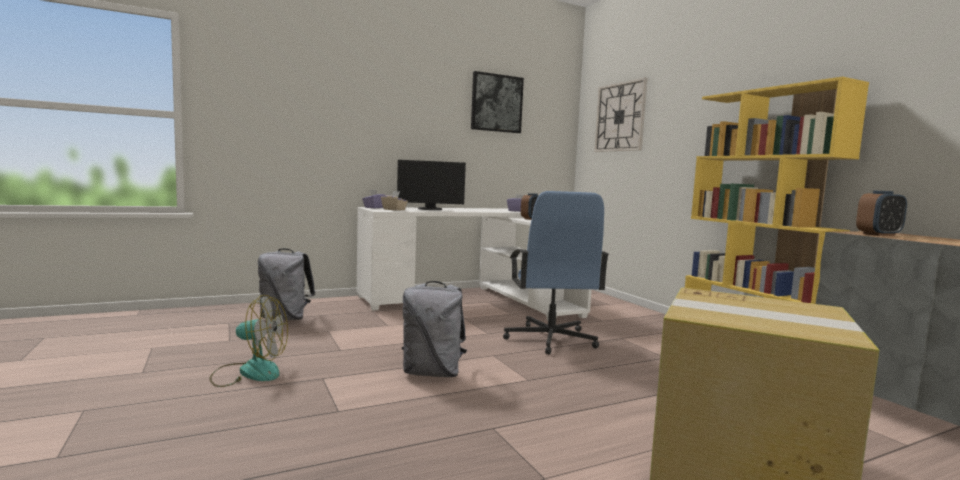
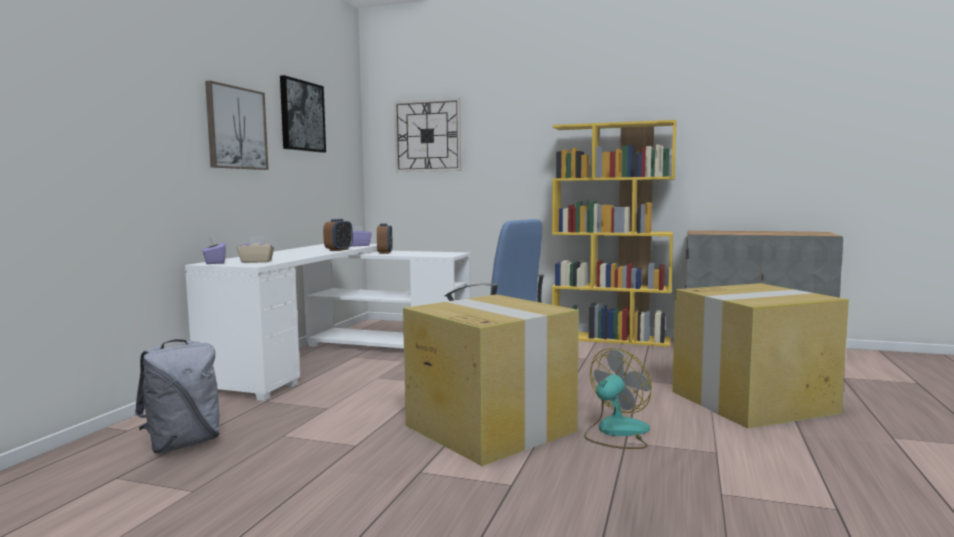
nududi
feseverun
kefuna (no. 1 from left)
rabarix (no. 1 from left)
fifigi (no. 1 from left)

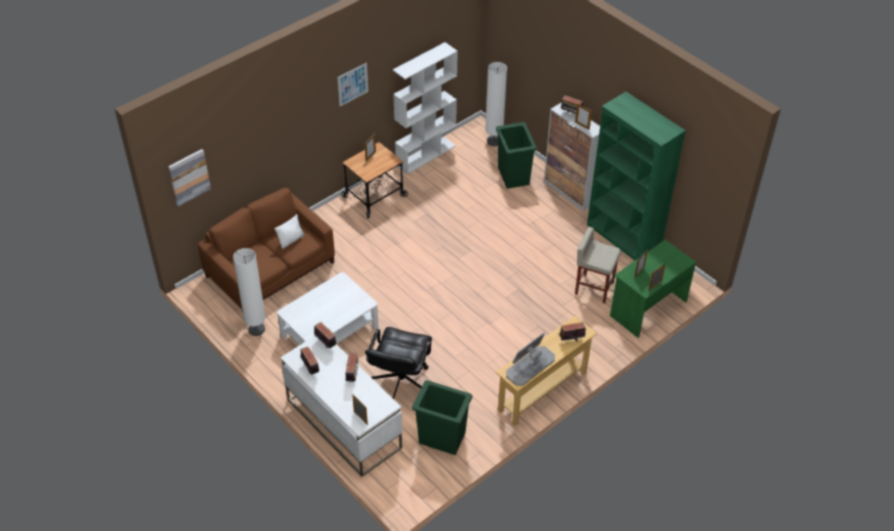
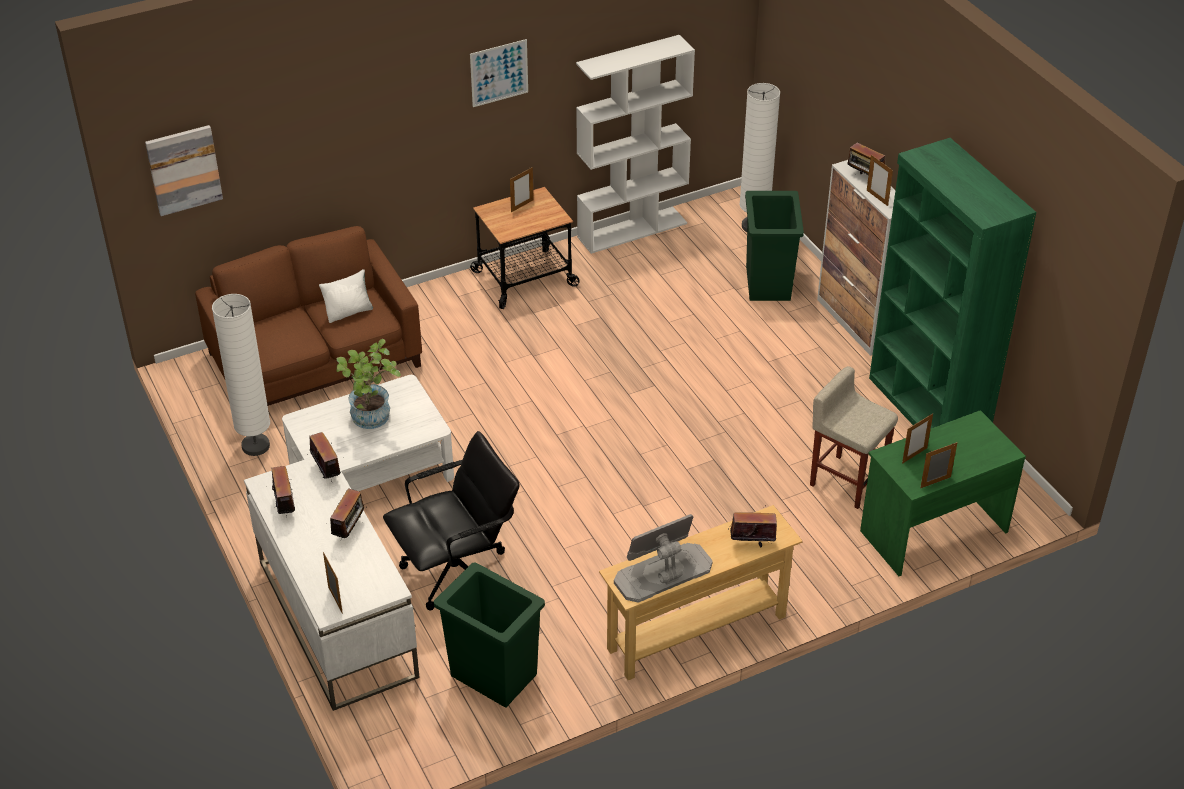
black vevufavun
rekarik

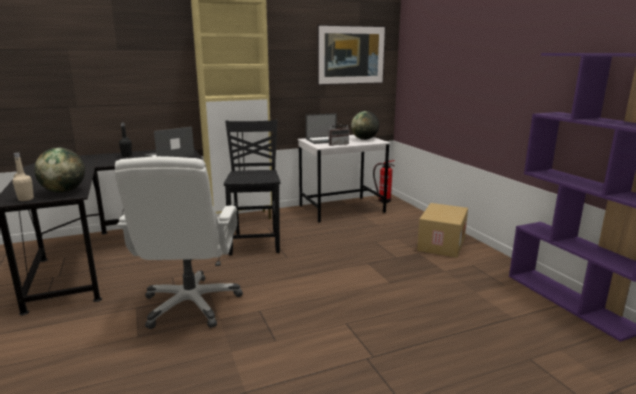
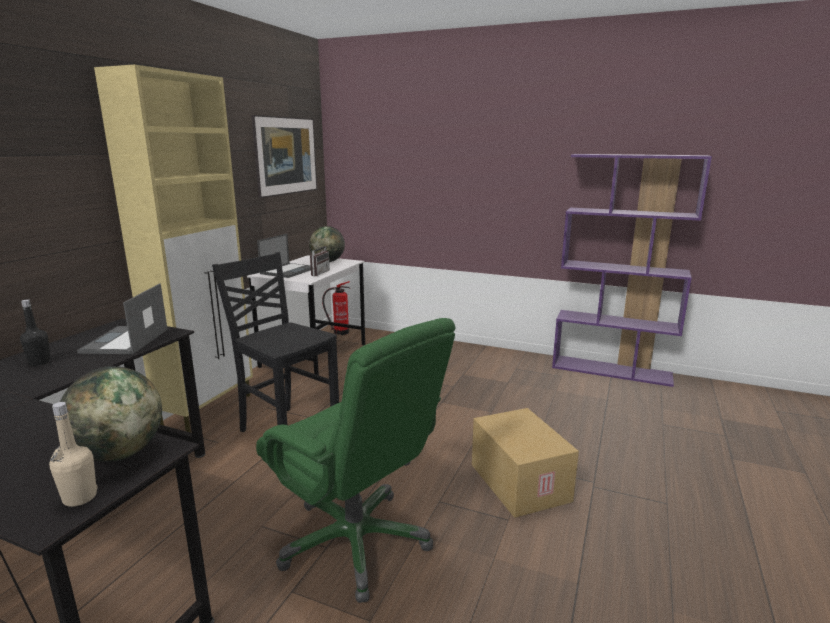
green vevufavun
kefuna

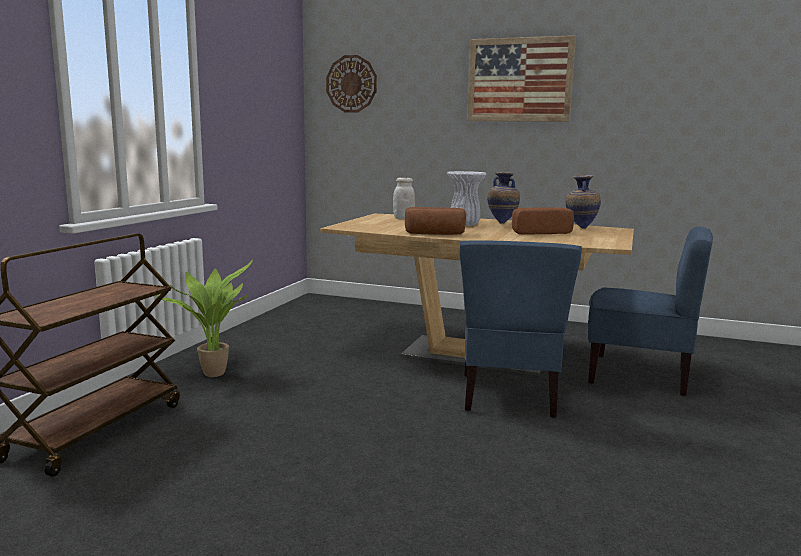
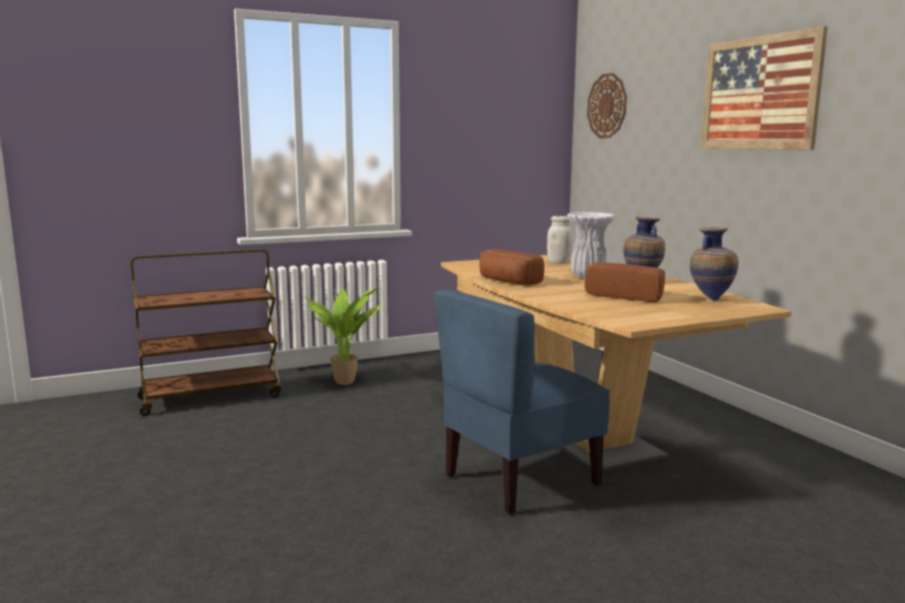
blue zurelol (no. 2 from left in the first image)

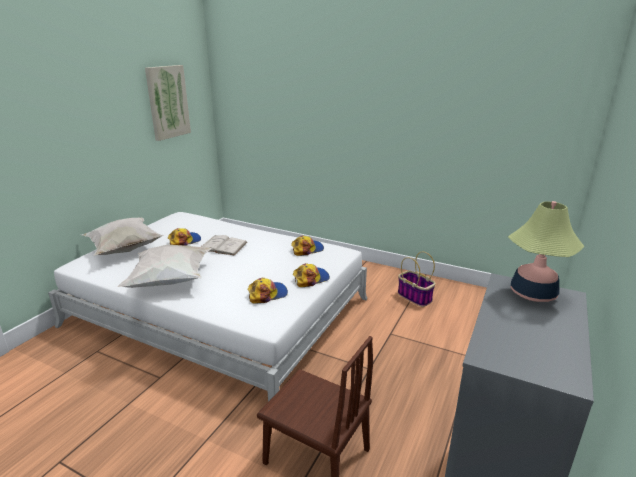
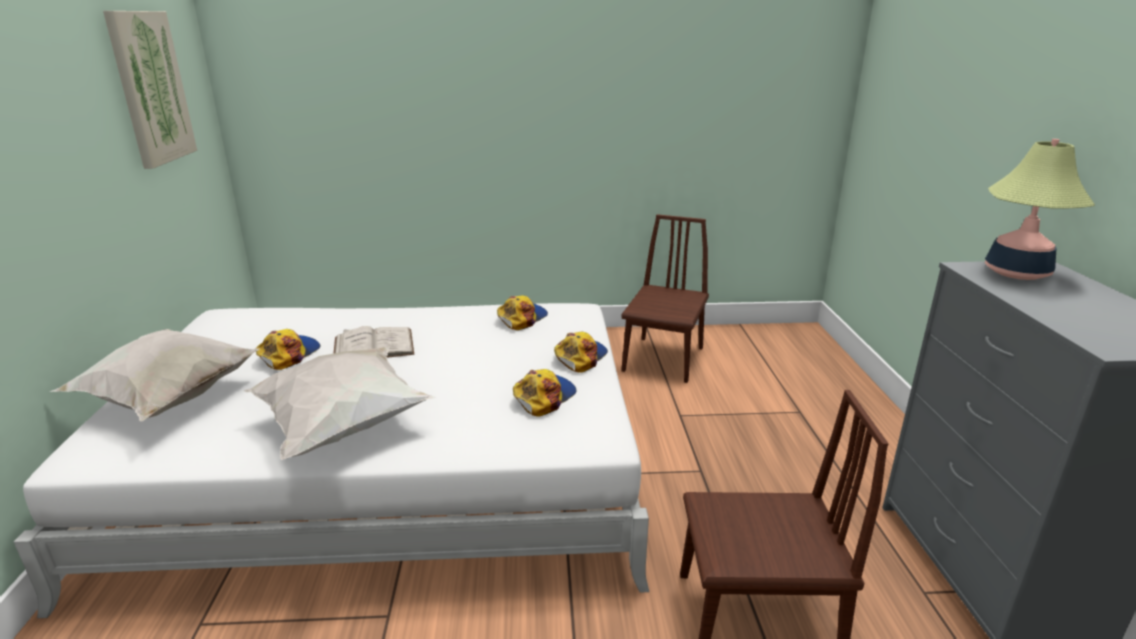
brown zurelol (no. 1 from left)

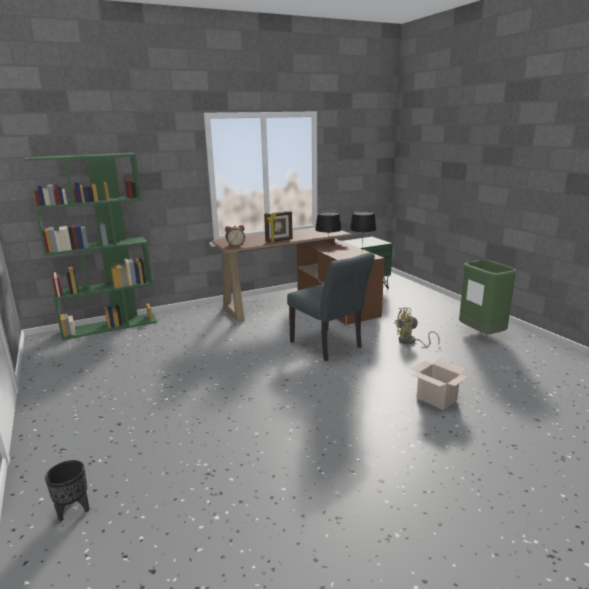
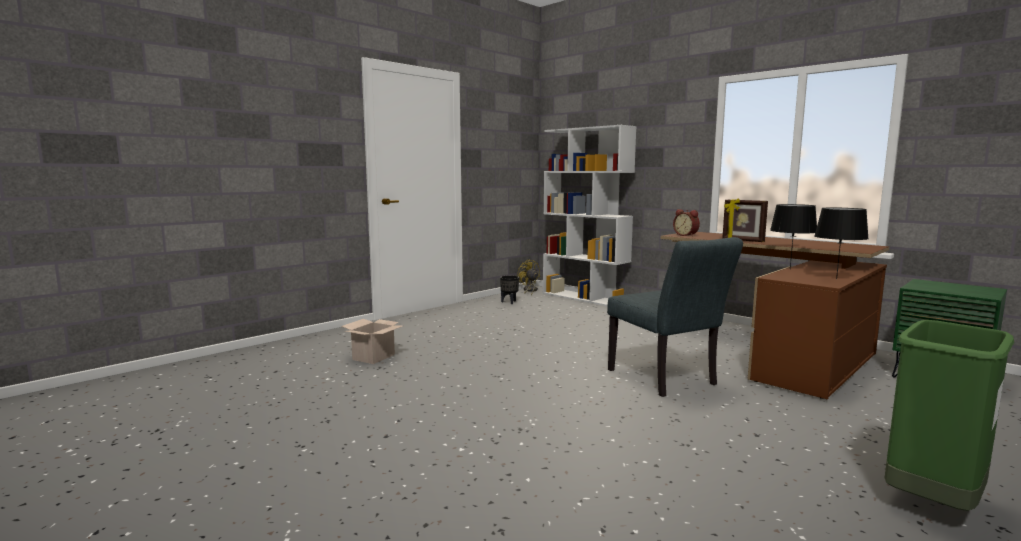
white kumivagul
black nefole
grey zurelol
yellow nududi
kefuna

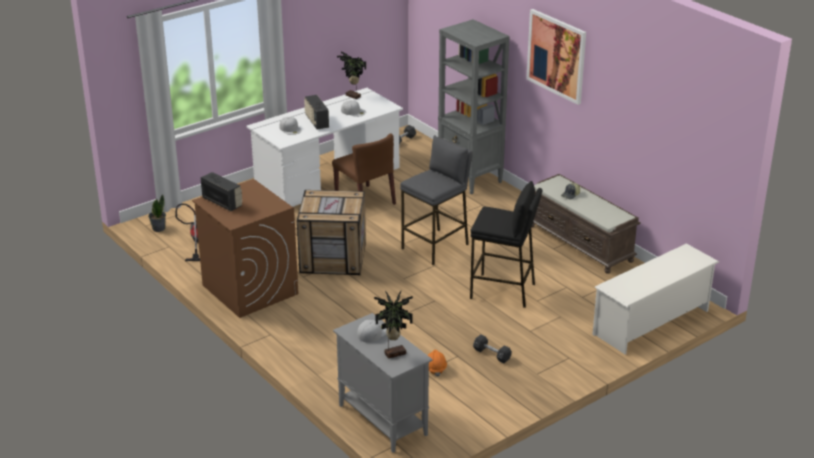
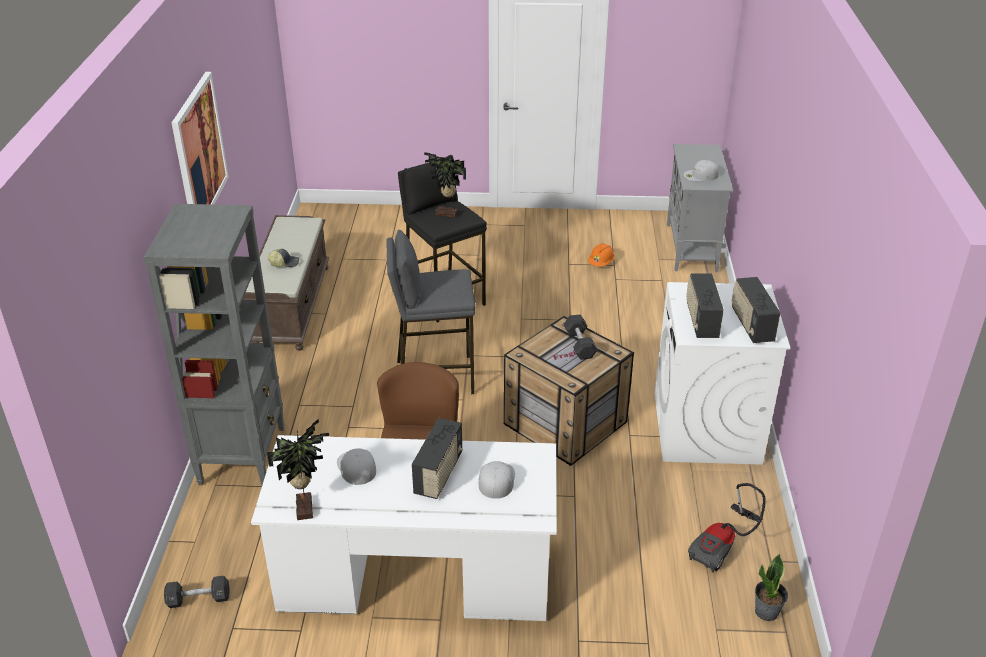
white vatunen
rekarik (no. 2 from left)
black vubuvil (no. 2 from left)
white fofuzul
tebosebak (no. 2 from left)

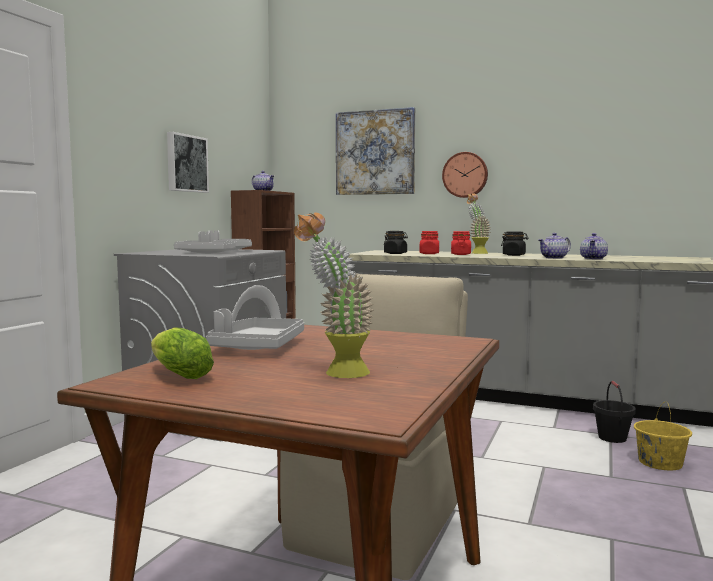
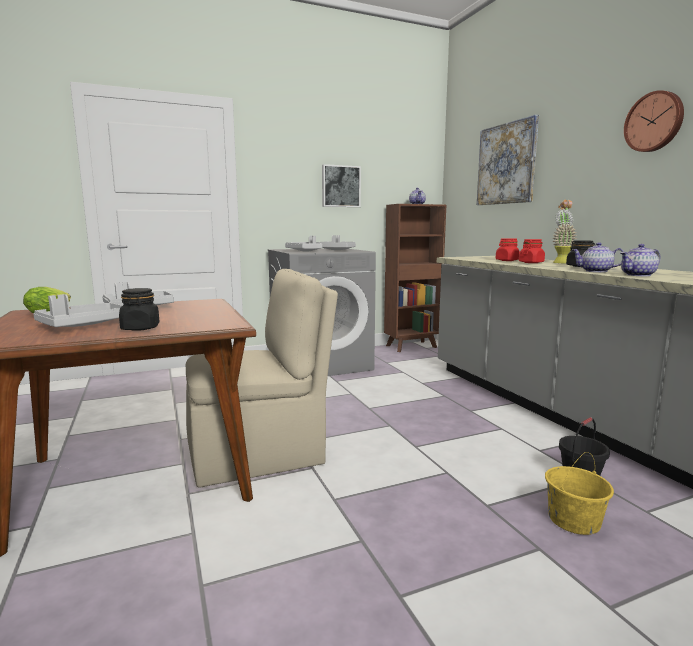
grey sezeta (no. 1 from left)
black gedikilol (no. 1 from left)
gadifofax

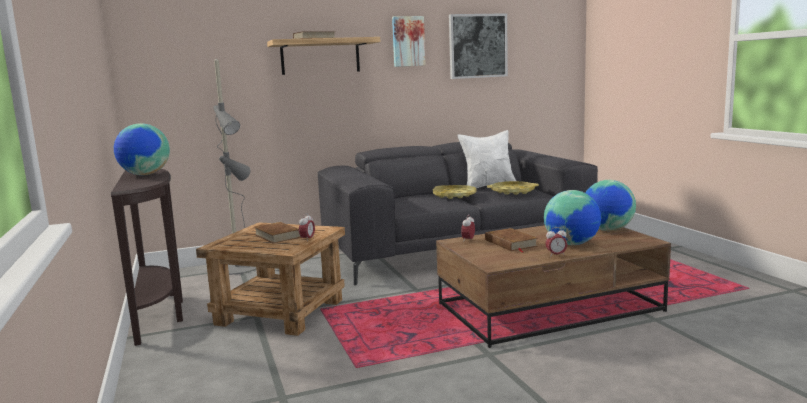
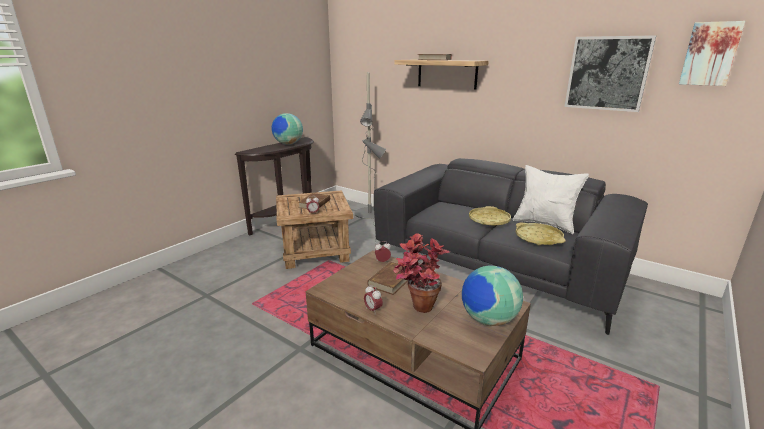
fifigi (no. 2 from left)
rekarik

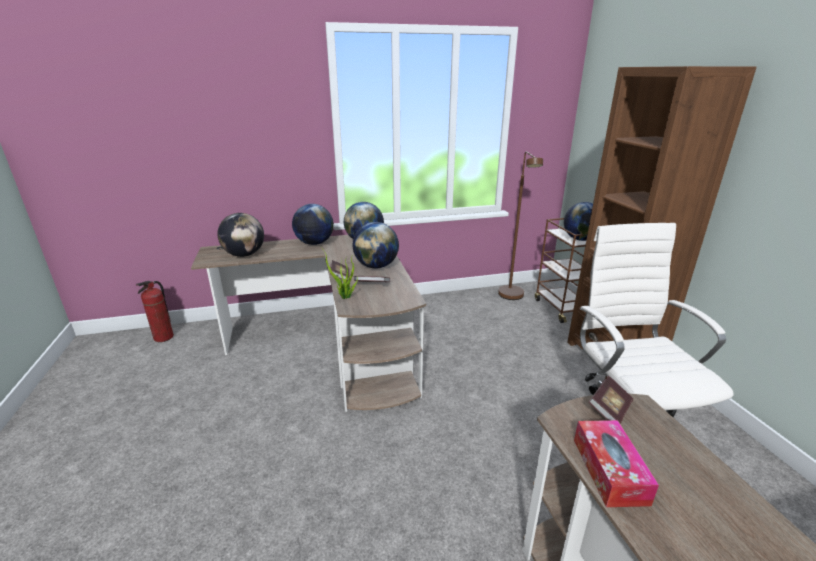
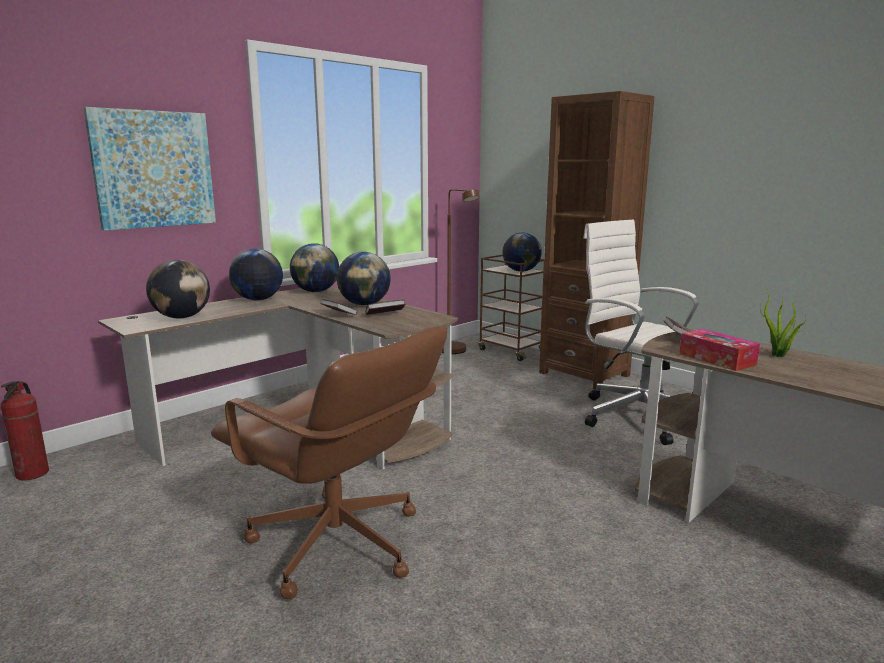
rekarik
fifigi
brown vevufavun

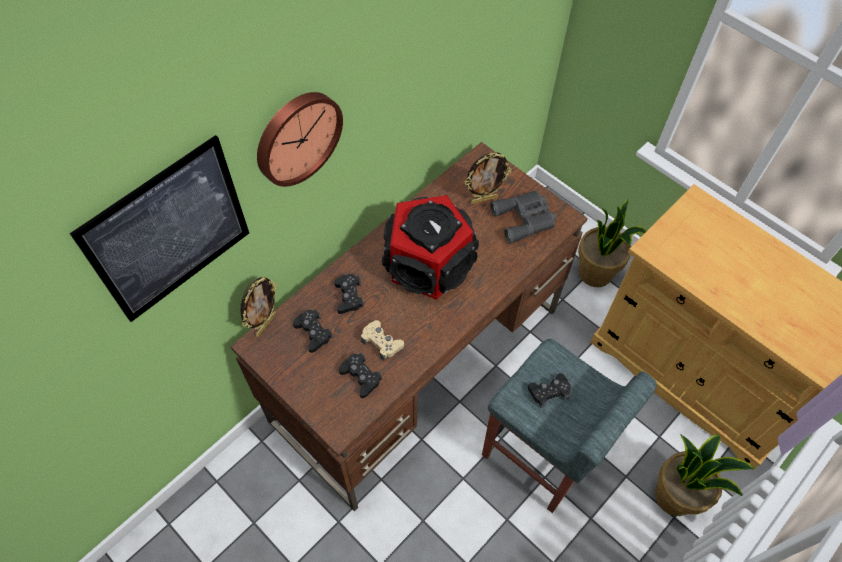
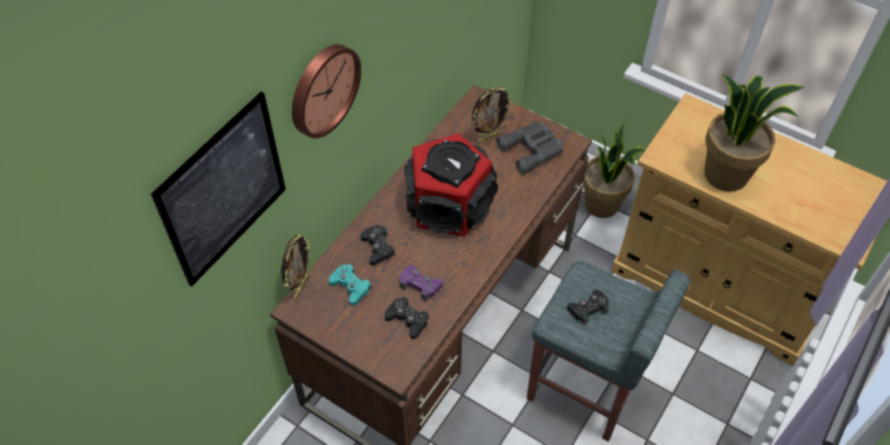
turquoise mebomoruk
purple mebomoruk
rekarik (no. 2 from left)

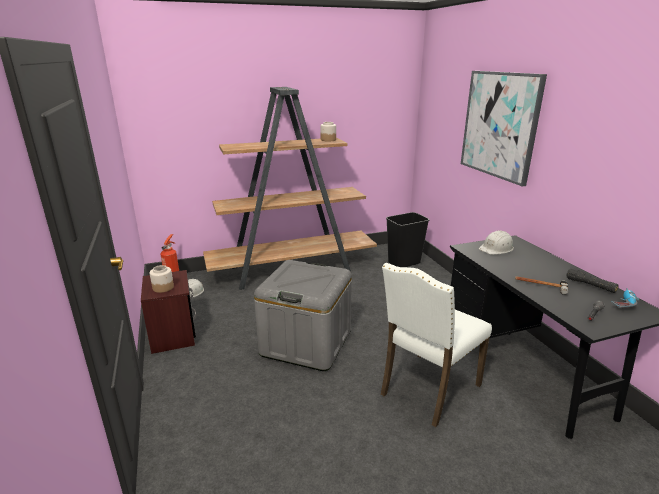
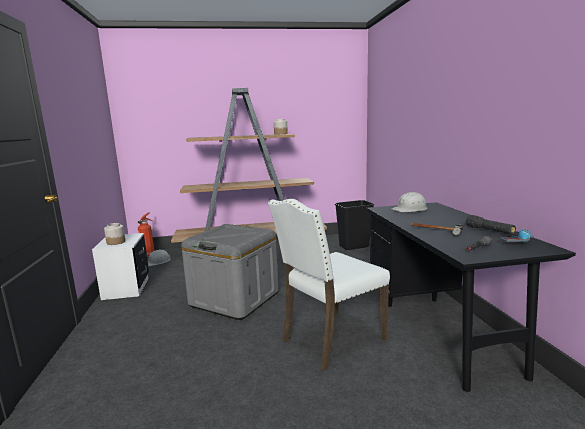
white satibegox
fifigi

